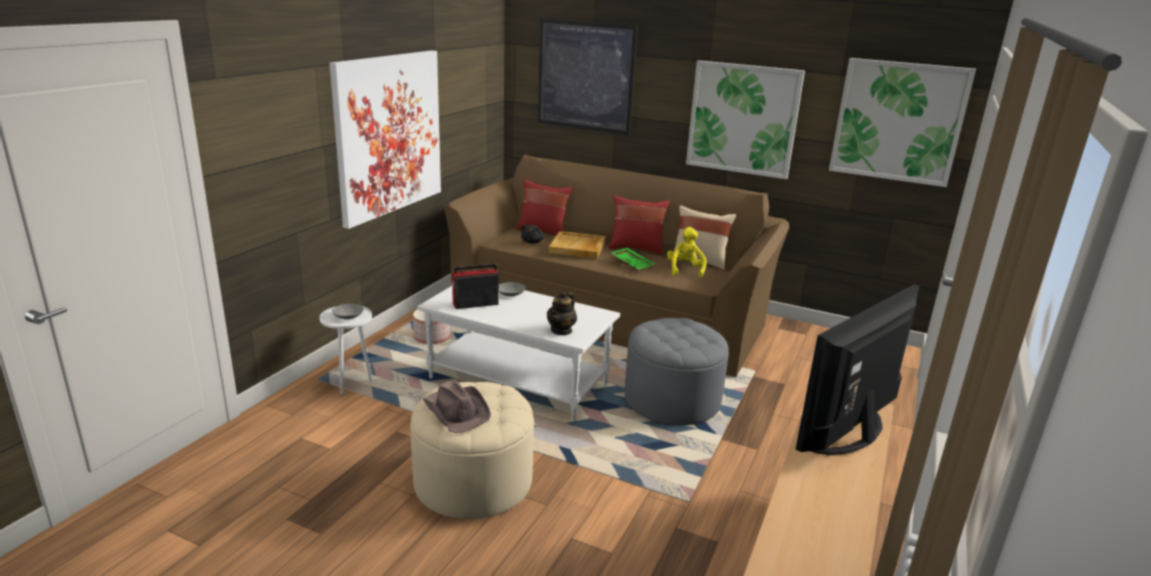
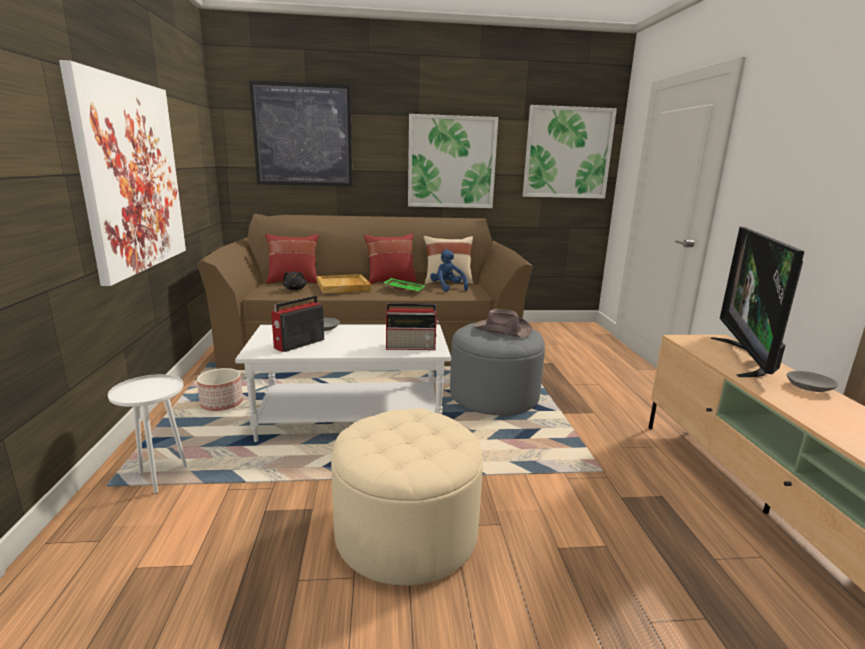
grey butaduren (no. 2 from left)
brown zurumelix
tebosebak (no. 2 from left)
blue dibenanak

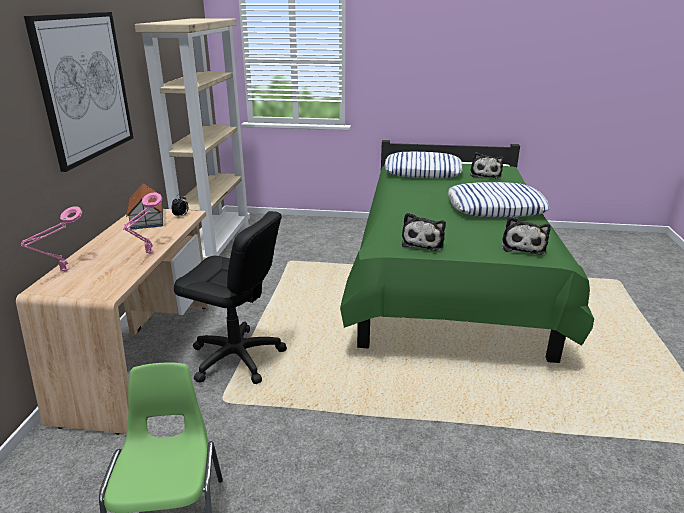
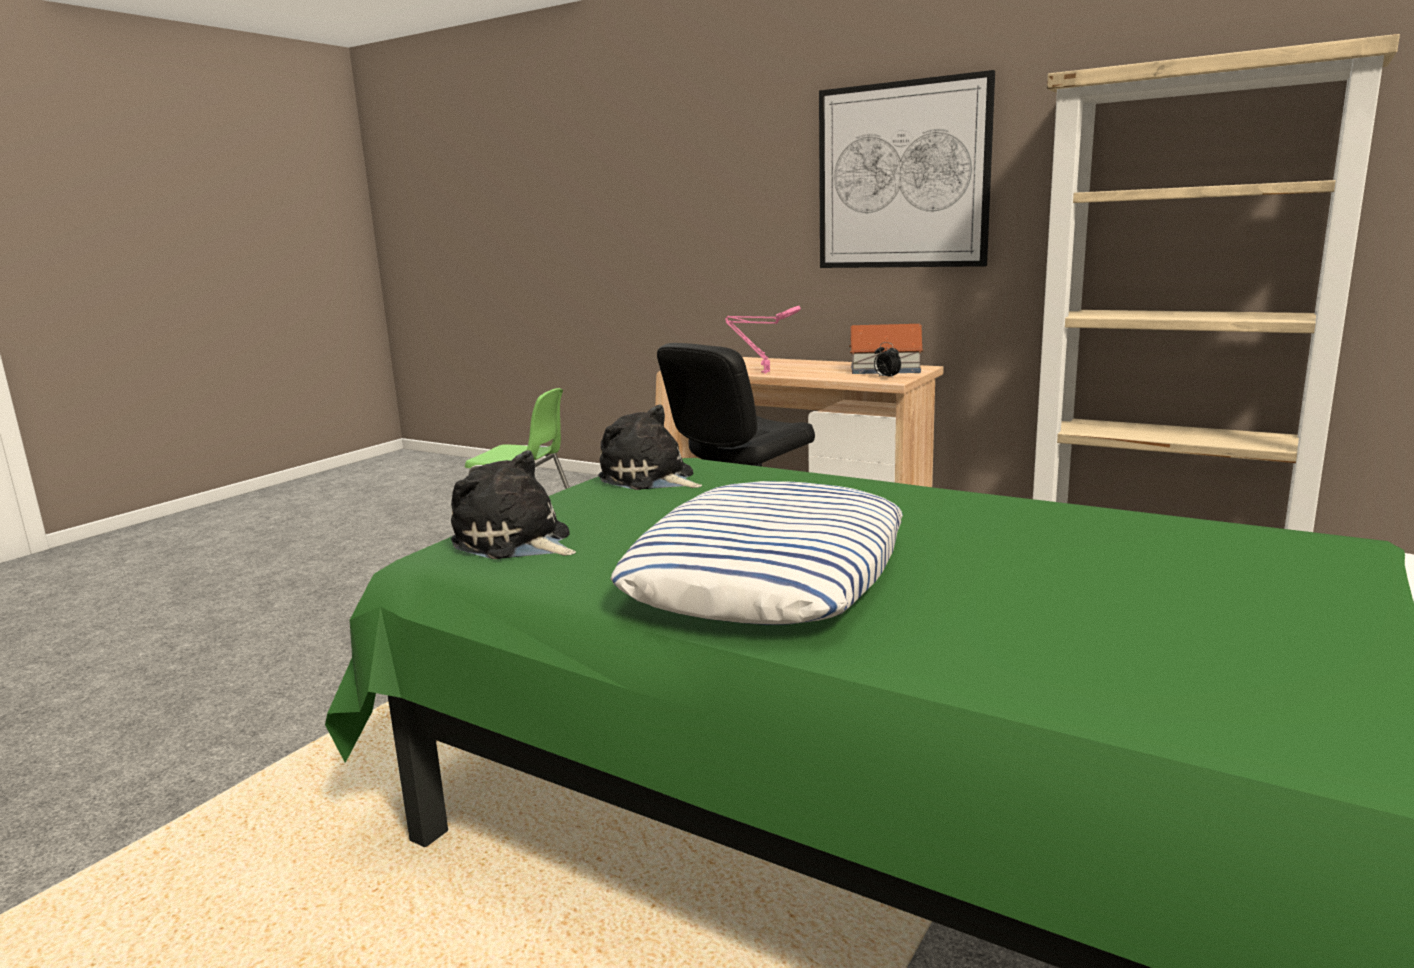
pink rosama (no. 1 from left in the first image)
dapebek (no. 1 from left in the first image)
dibenanak (no. 2 from left in the first image)

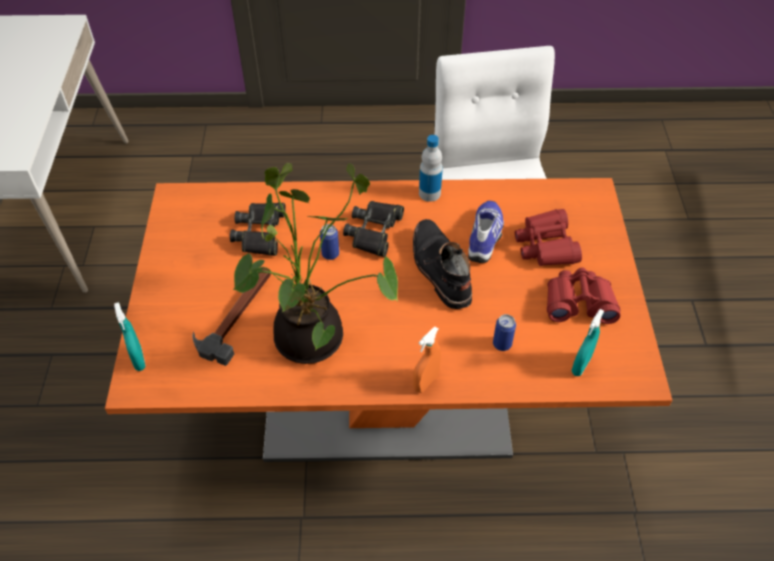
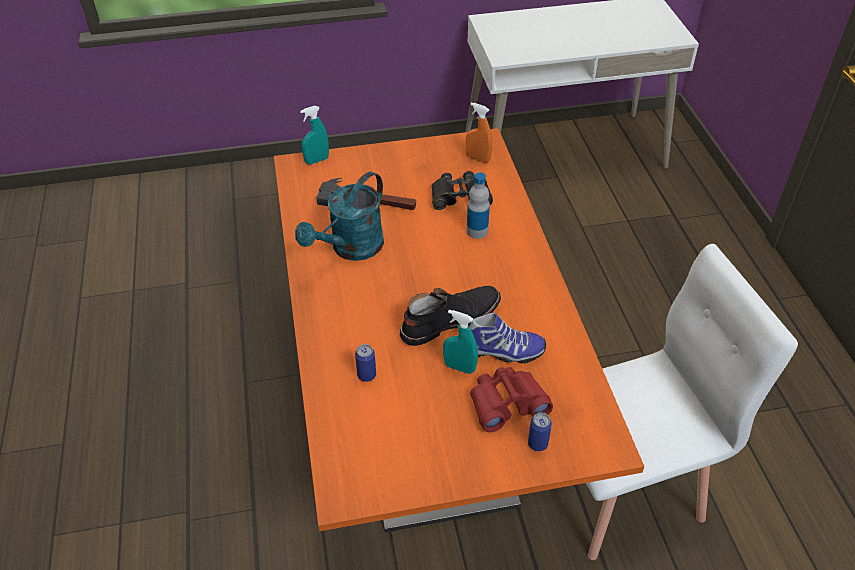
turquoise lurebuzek
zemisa (no. 2 from left)
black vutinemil (no. 2 from left in the first image)
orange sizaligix
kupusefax
red vutinemil (no. 2 from left in the first image)
turquoise sizaligix (no. 2 from left)

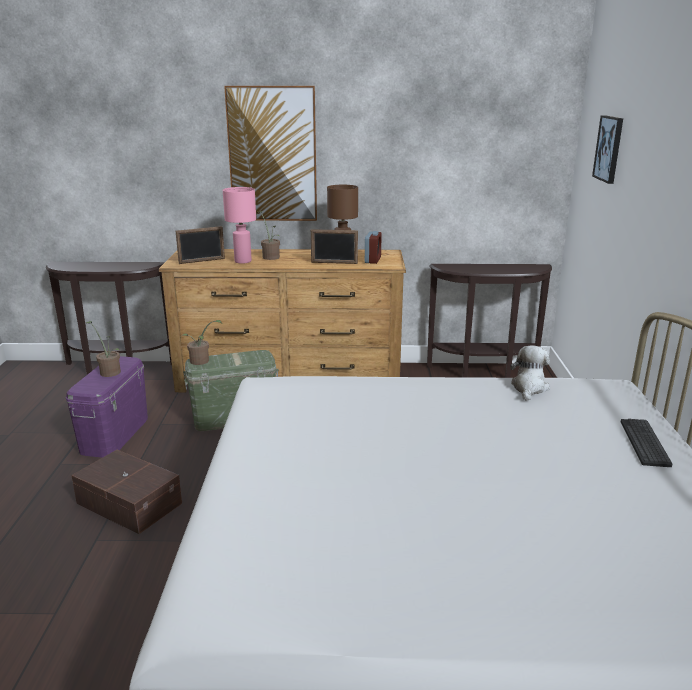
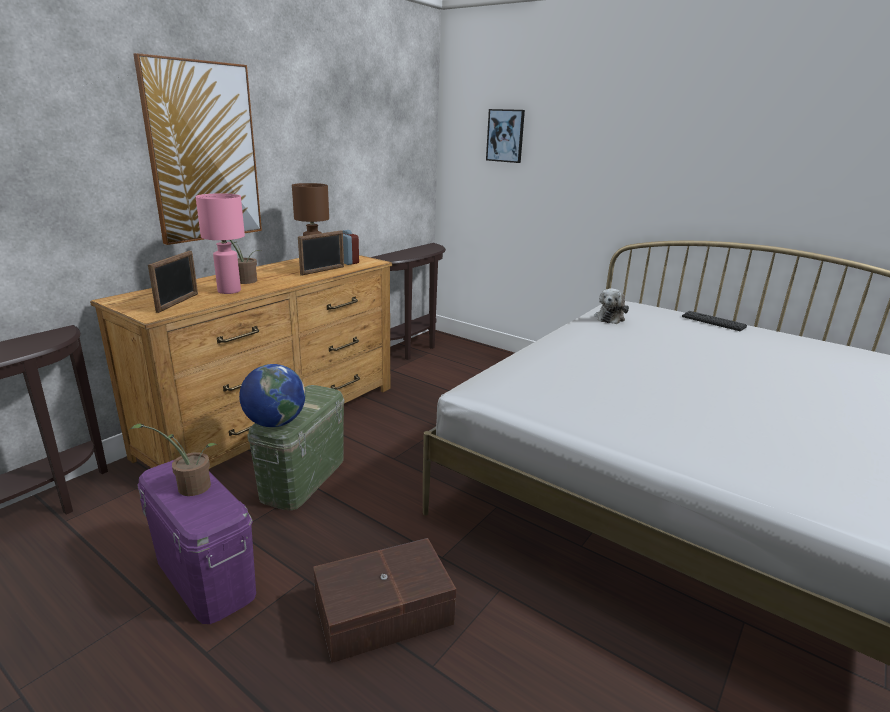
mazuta
dibenanak

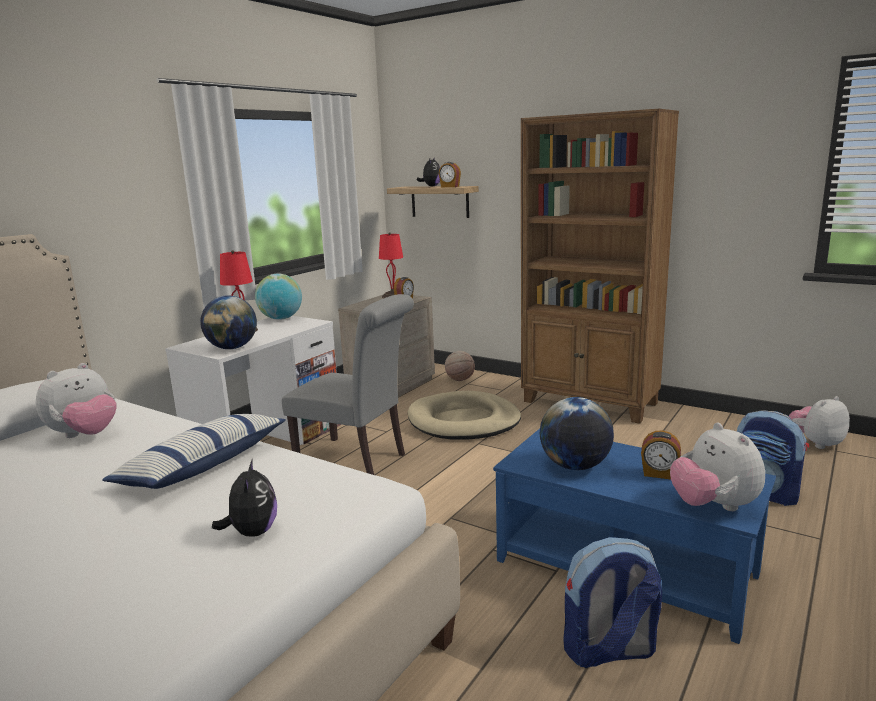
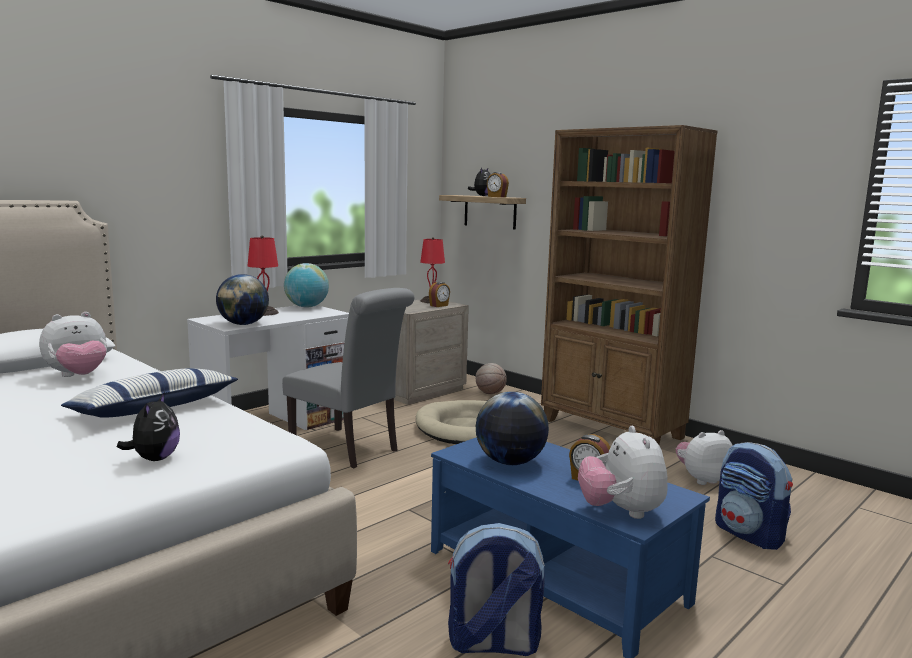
dibenanak (no. 5 from left)

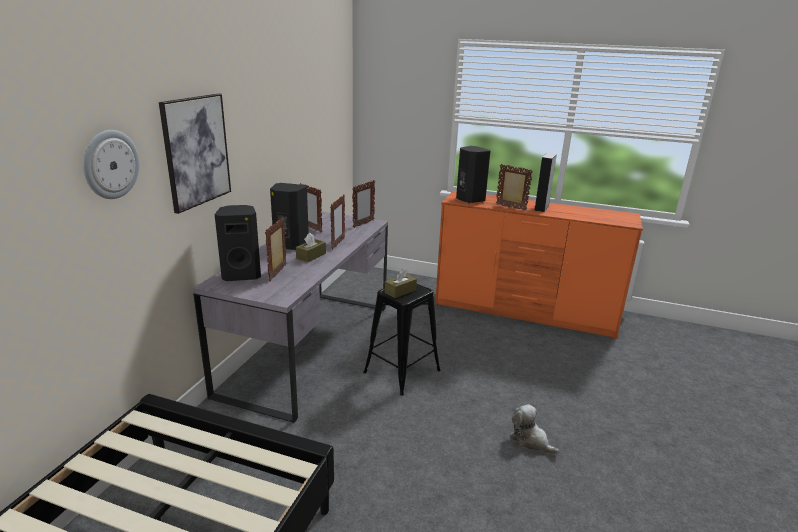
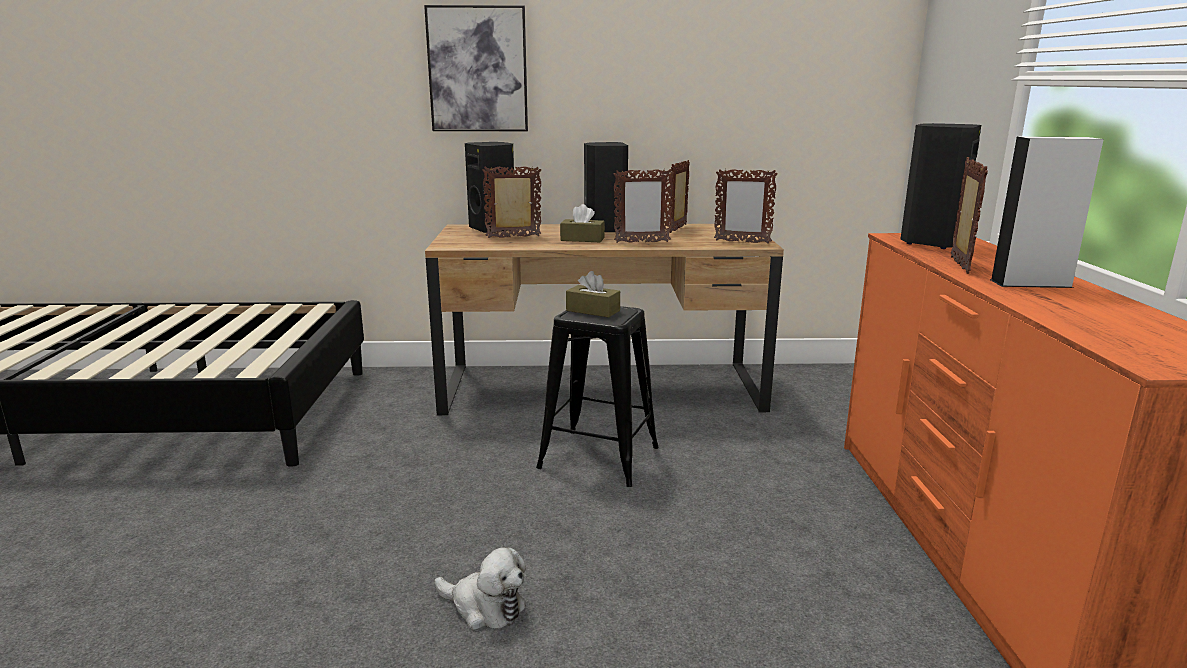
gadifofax
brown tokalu
dibenanak

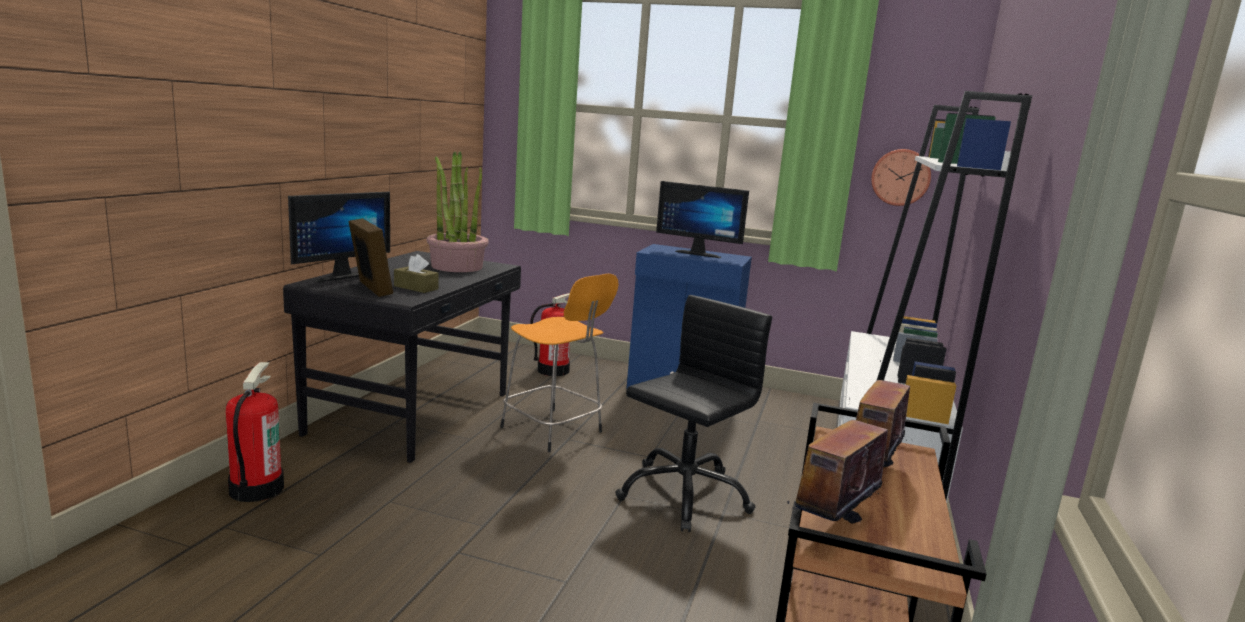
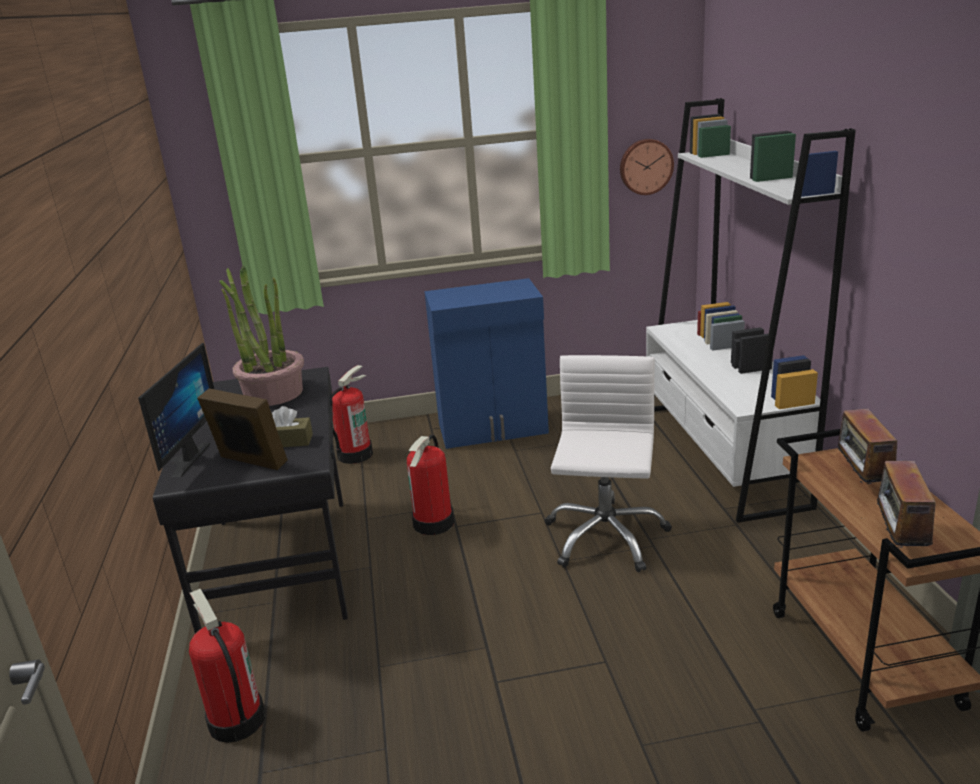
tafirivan (no. 3 from left)
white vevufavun
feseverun (no. 2 from left in the first image)

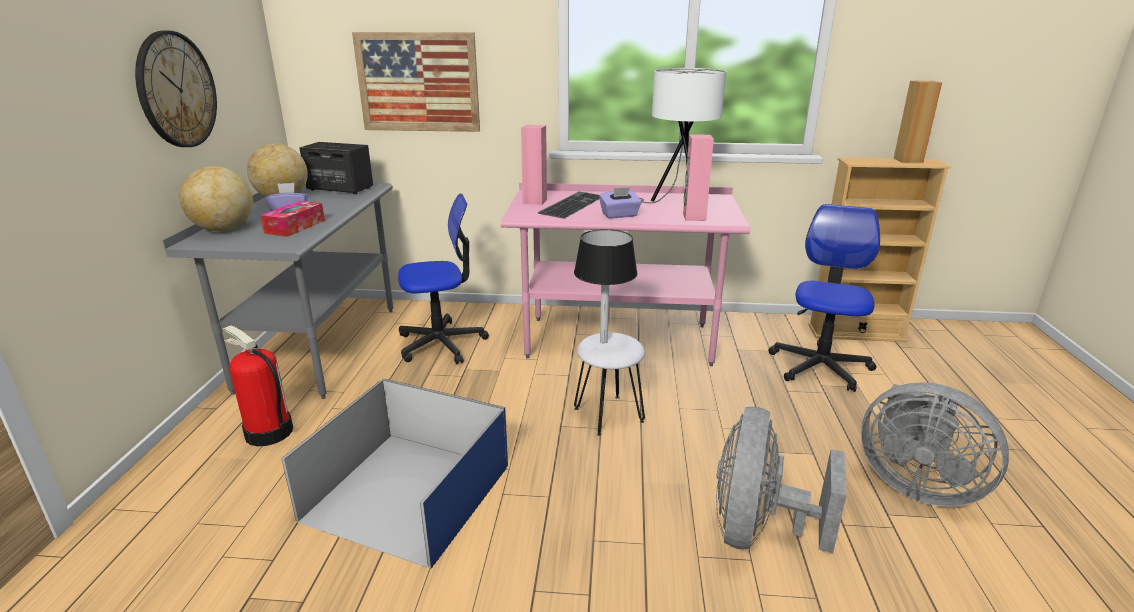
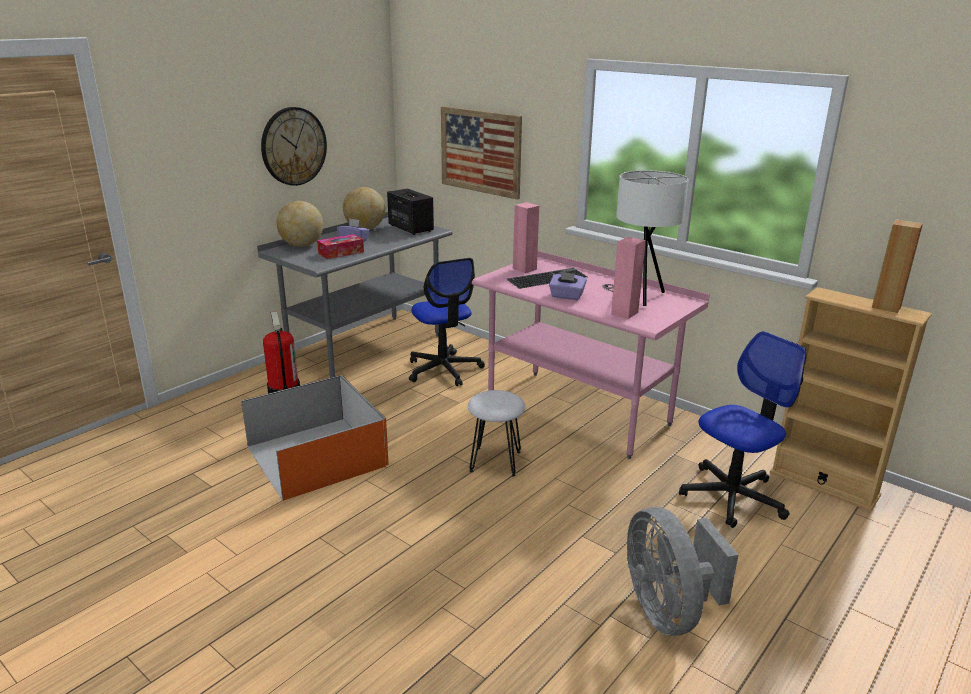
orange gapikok
vevufavun (no. 1 from left)
black rosama
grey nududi (no. 1 from left in the first image)

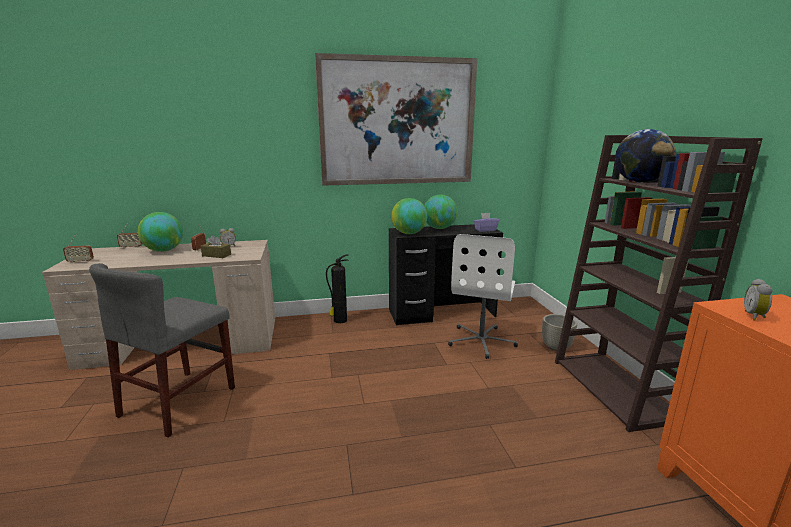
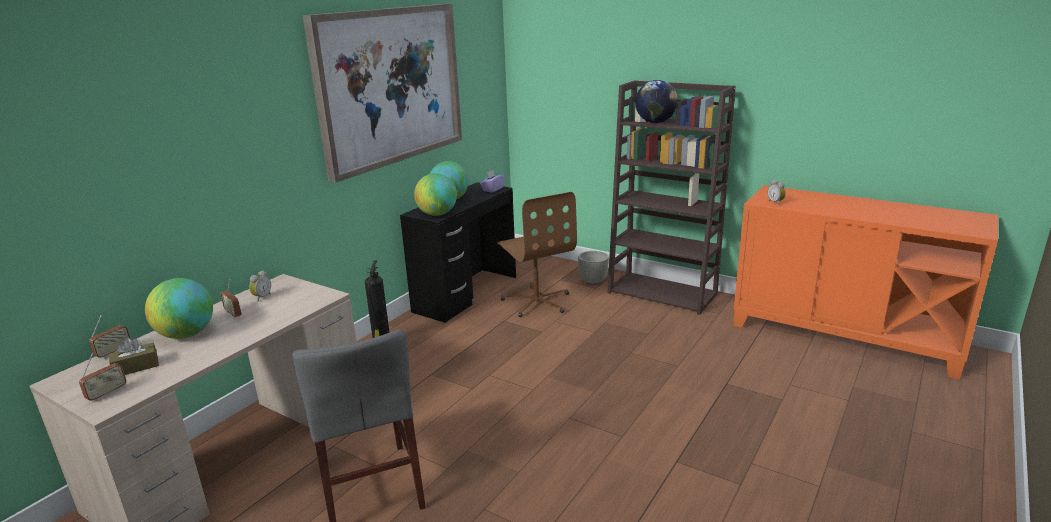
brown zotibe
brown vevufavun

